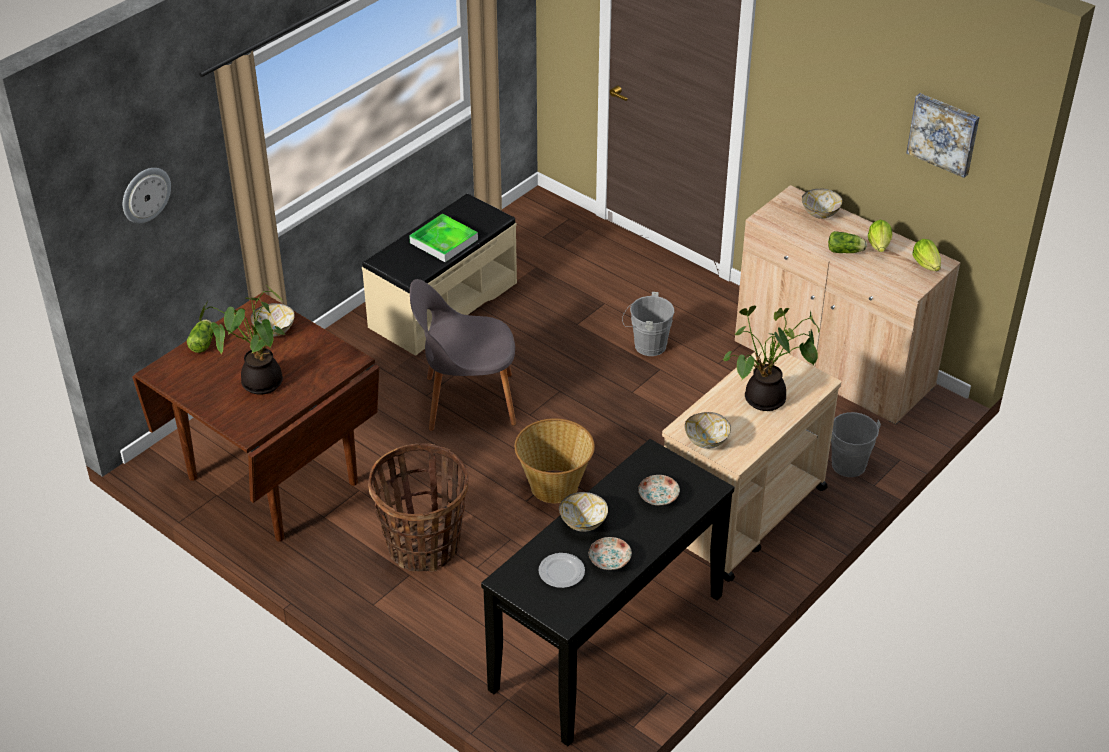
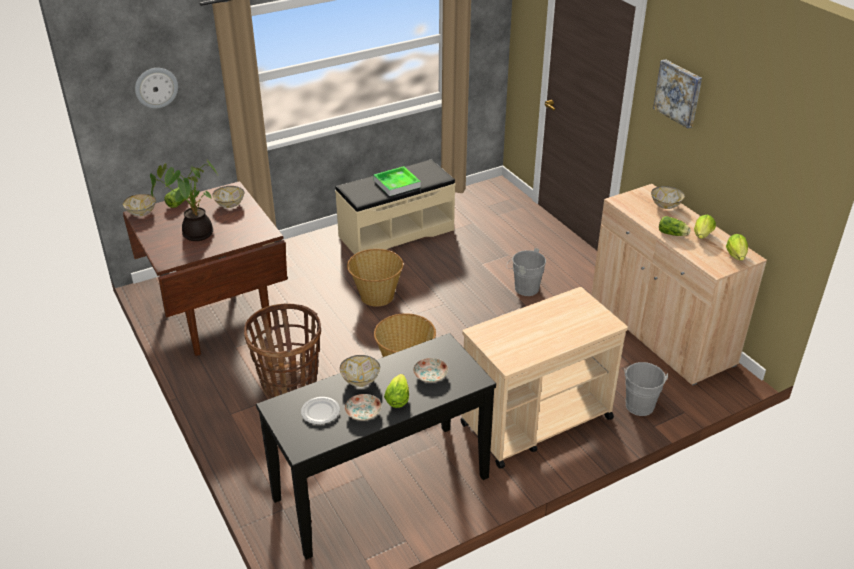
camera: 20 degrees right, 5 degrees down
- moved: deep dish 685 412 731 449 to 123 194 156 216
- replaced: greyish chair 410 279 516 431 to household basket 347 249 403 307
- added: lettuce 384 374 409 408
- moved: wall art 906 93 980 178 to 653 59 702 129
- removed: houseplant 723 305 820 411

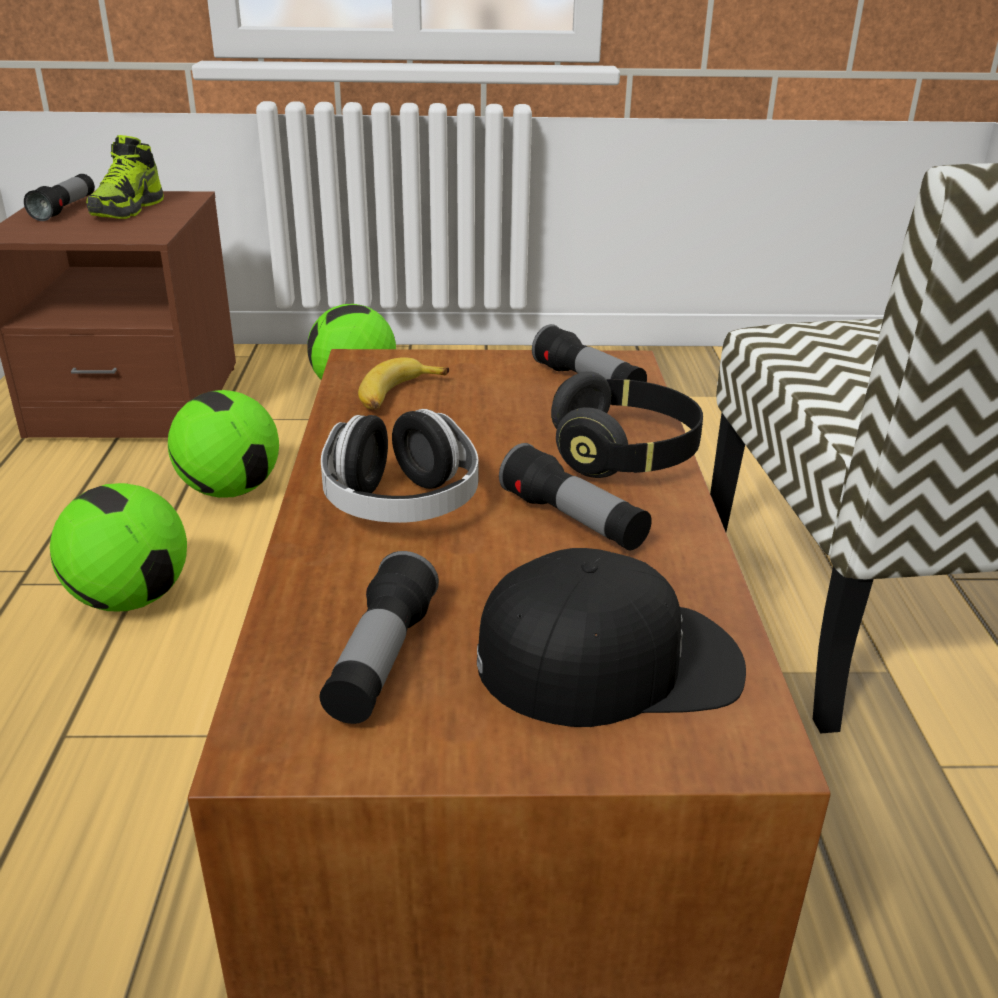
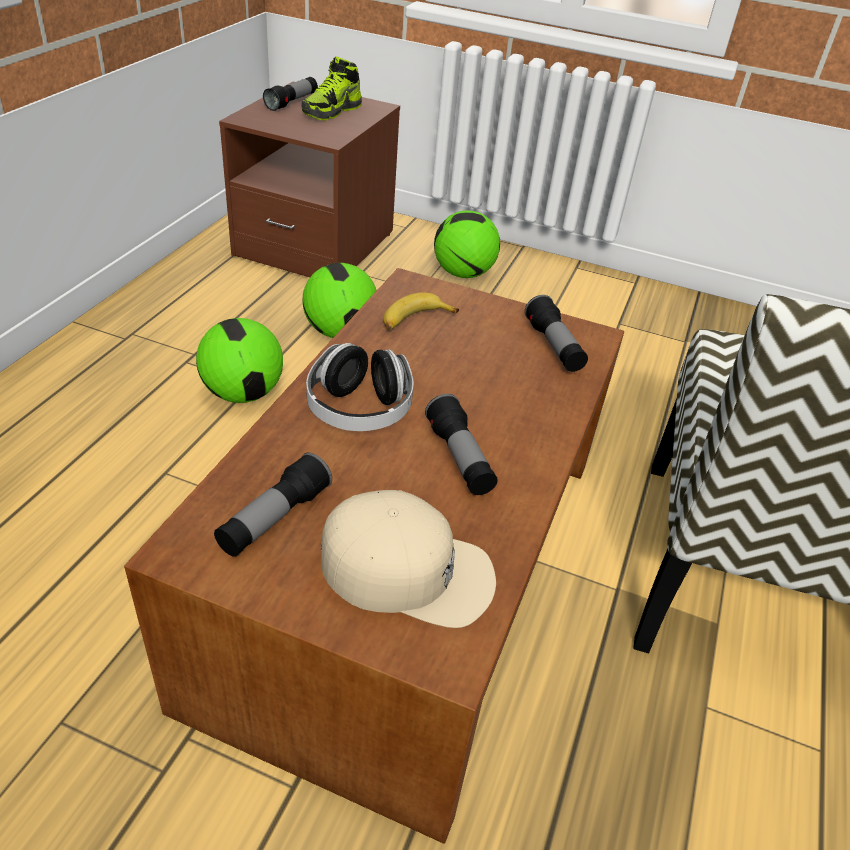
camera: 20 degrees right, 10 degrees up
- recoloured: black baseball cap 477 548 746 727 to beige-coloured baseball cap 321 490 496 628
- removed: black headphones 551 371 703 478

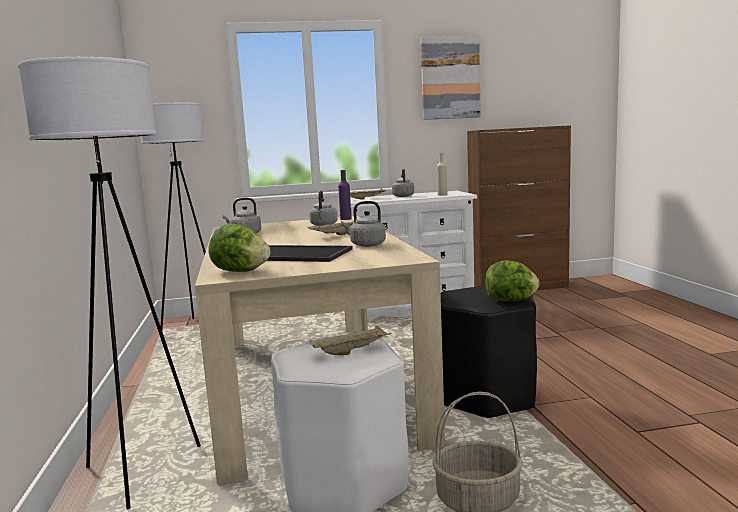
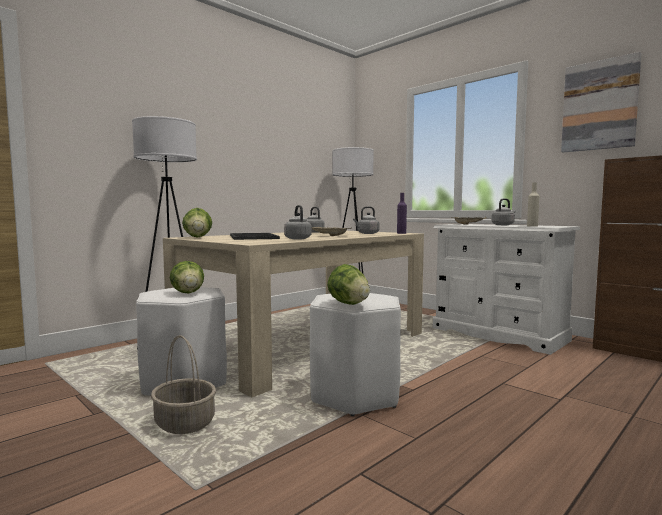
camera: 55 degrees right, 5 degrees down
- replaced: beige-coloured carrying tray 309 325 392 355 to lettuce 170 261 204 293
- recoloured: black stool seat 441 285 537 418 to white-coloured stool seat 310 293 401 416

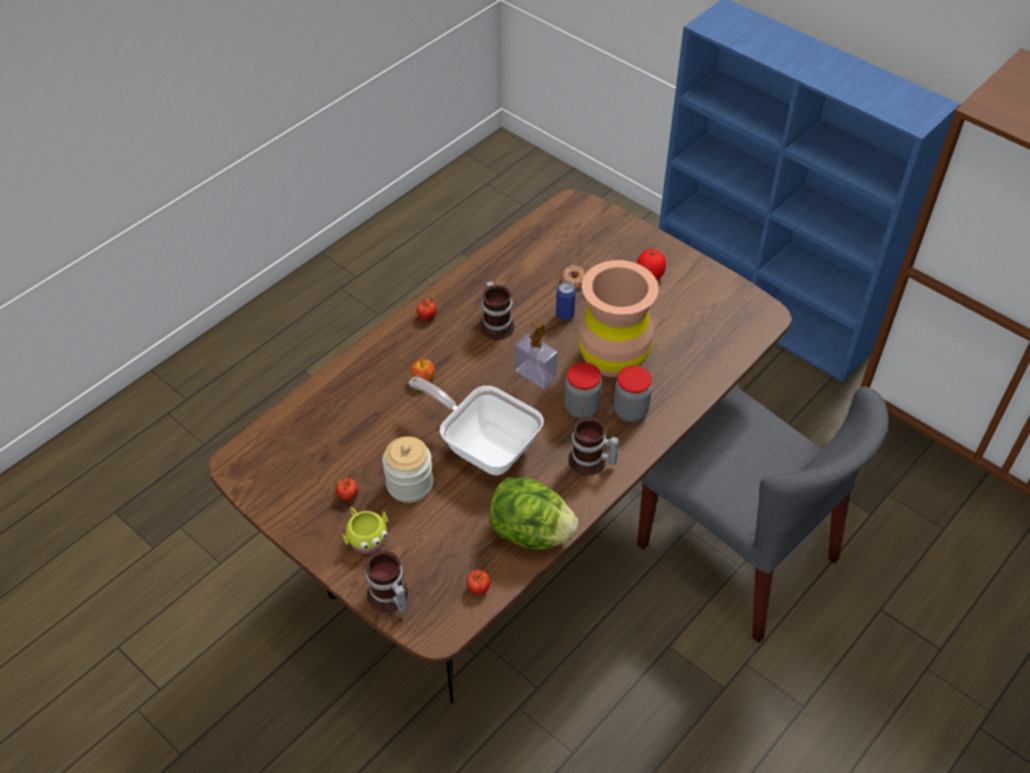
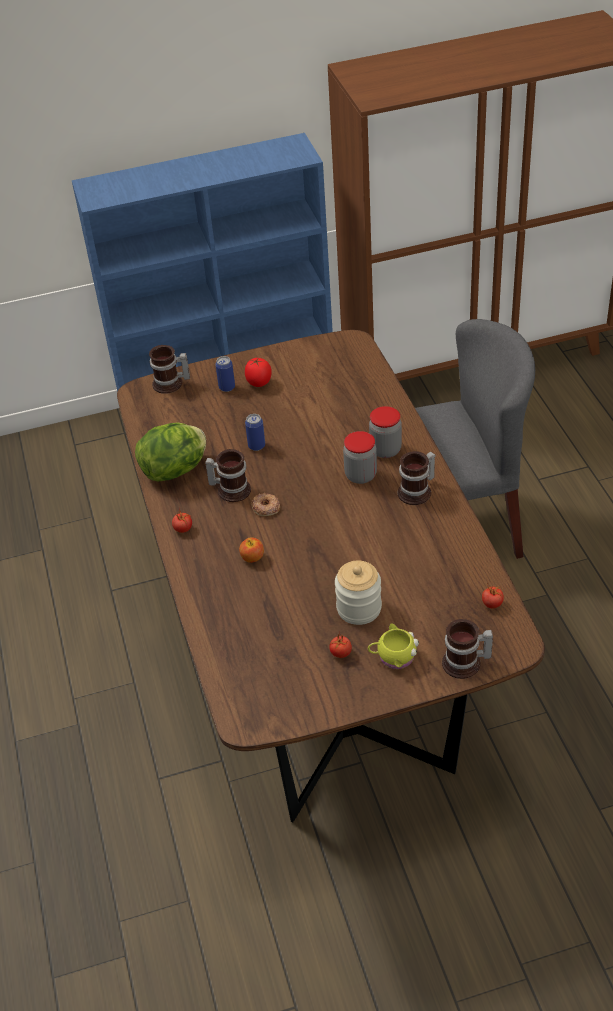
camera: 55 degrees left, 5 degrees down
- moved: lettuce 489 477 578 549 to 135 423 206 481
- added: tea mug 149 345 190 394
- added: can 215 356 235 392
- moved: ring doughnut 560 265 586 290 to 251 493 280 516
- removed: frying pan 409 377 544 475
- removed: liquid soap bottle 515 320 558 389
- removed: brownish vase 578 260 659 378

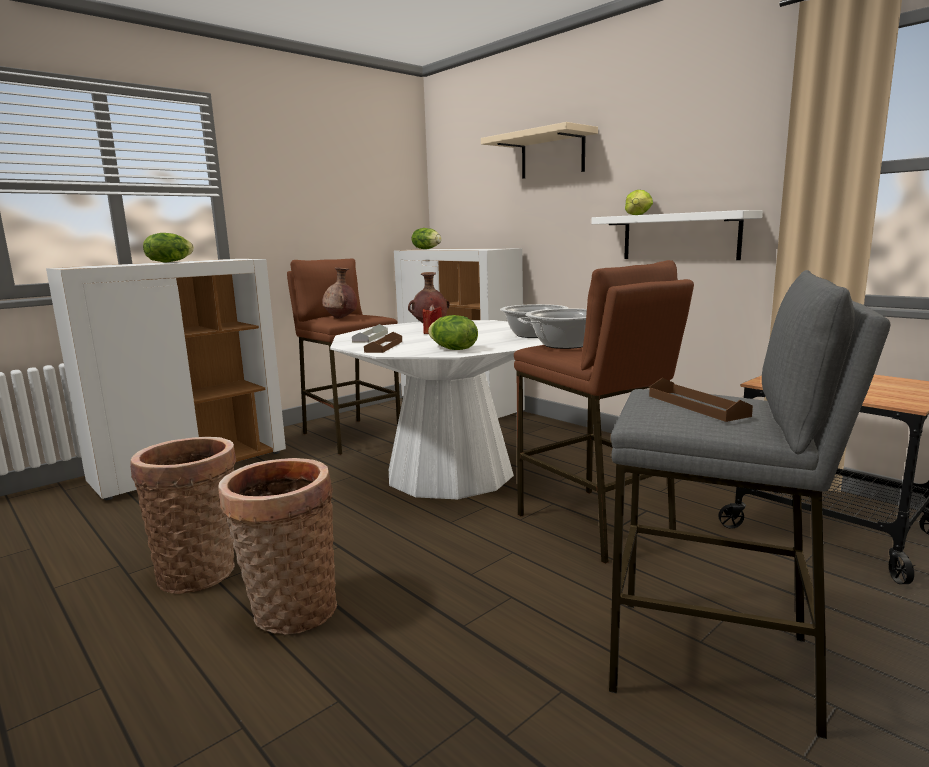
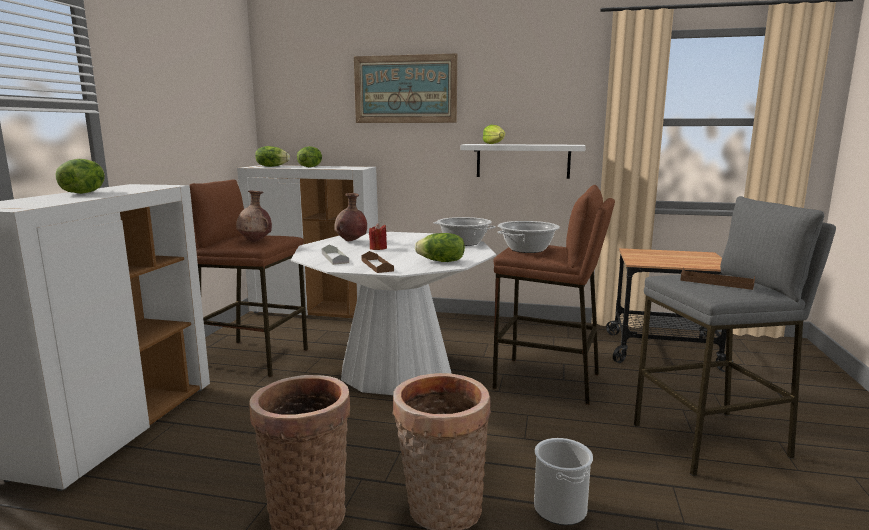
camera: 35 degrees left, 0 degrees up
- added: lettuce 297 146 322 167
- replaced: beige-coloured bracket shelf 481 122 598 179 to wall art 354 53 457 123
- added: water bucket 534 438 593 525

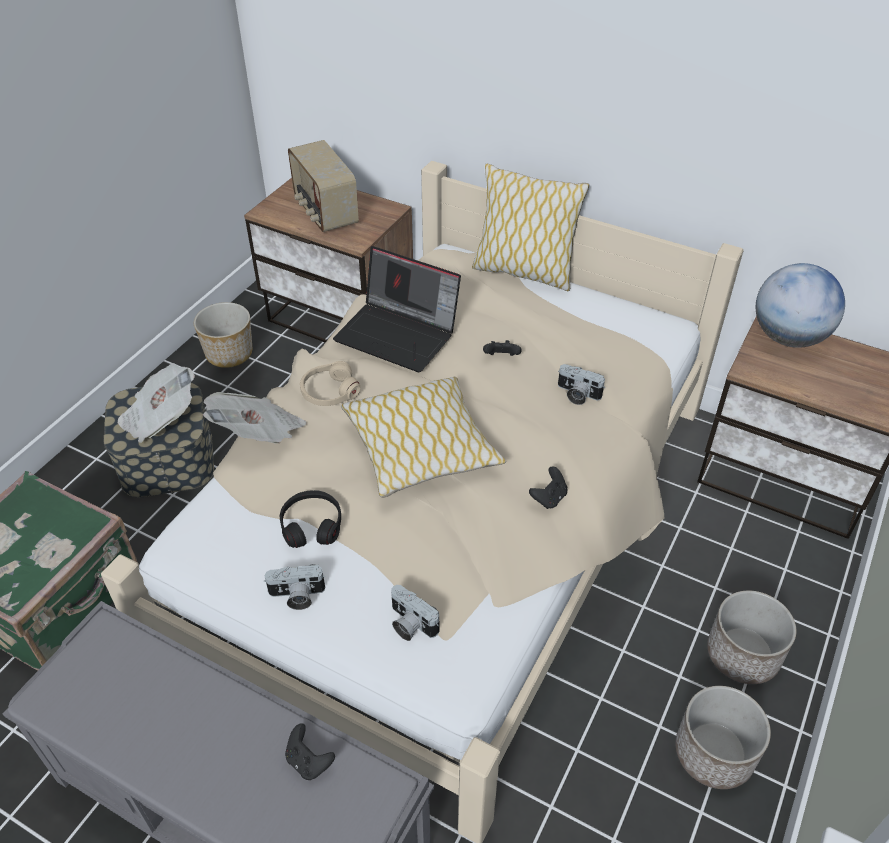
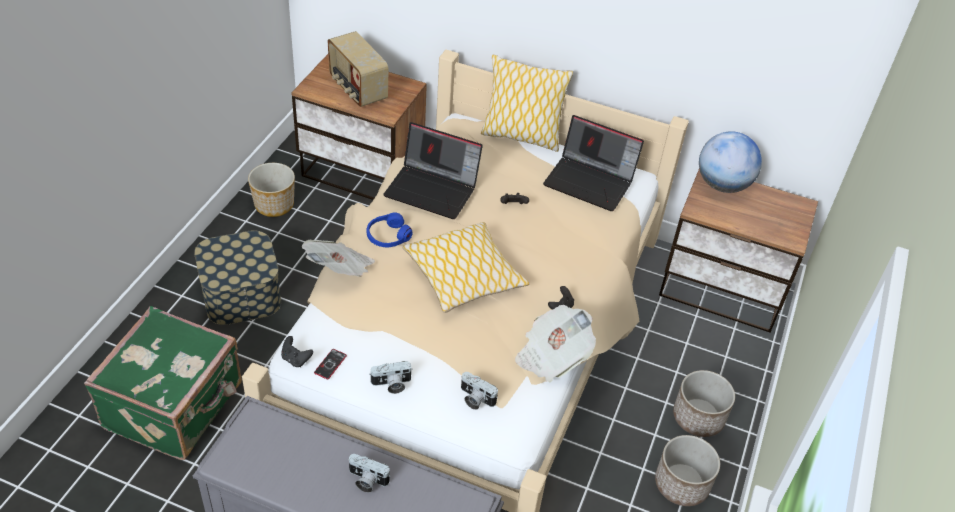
camera: 10 degrees left, 0 degrees up
- moved: black game controller 285 723 335 780 to 281 336 313 367
- added: phone 314 349 347 379
- moved: photo camera 558 364 605 405 to 348 454 391 493
- recoloured: beige-coloured headphones 300 361 360 406 to bluish headphones 367 212 413 247
- moved: newspaper 118 363 195 443 to 515 305 596 382
- added: laptop 543 115 644 211
- removed: black headphones 280 490 341 548

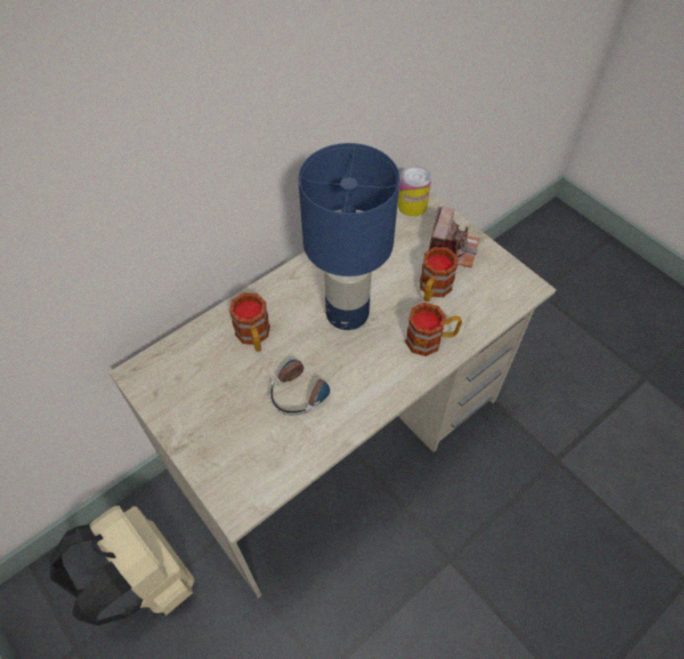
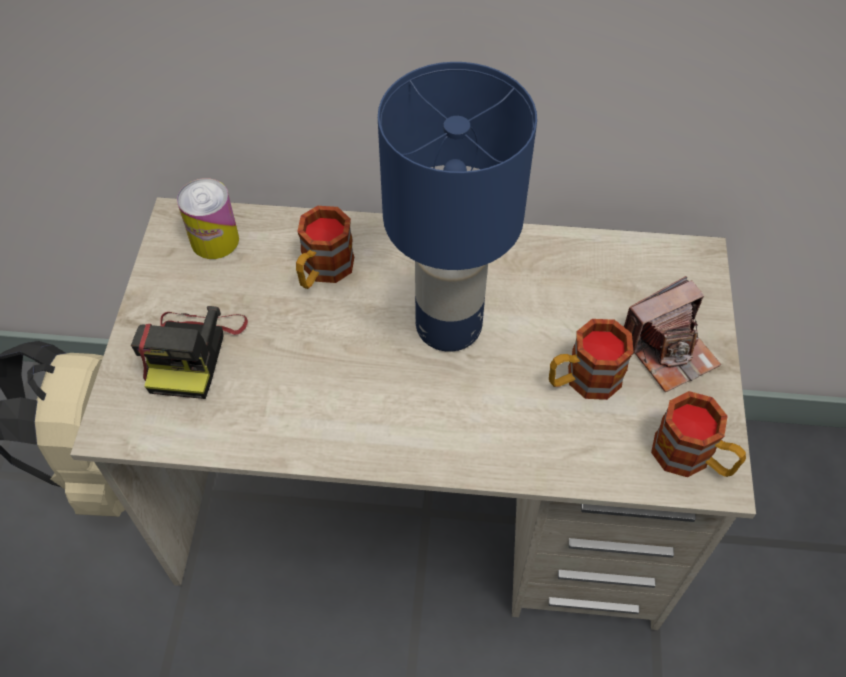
camera: 45 degrees right, 0 degrees up
- added: photo camera 131 306 248 399
- moved: can 398 166 432 216 to 177 178 239 259
- moved: tea mug 405 302 462 356 to 651 391 746 477
- removed: headphones 270 359 337 415

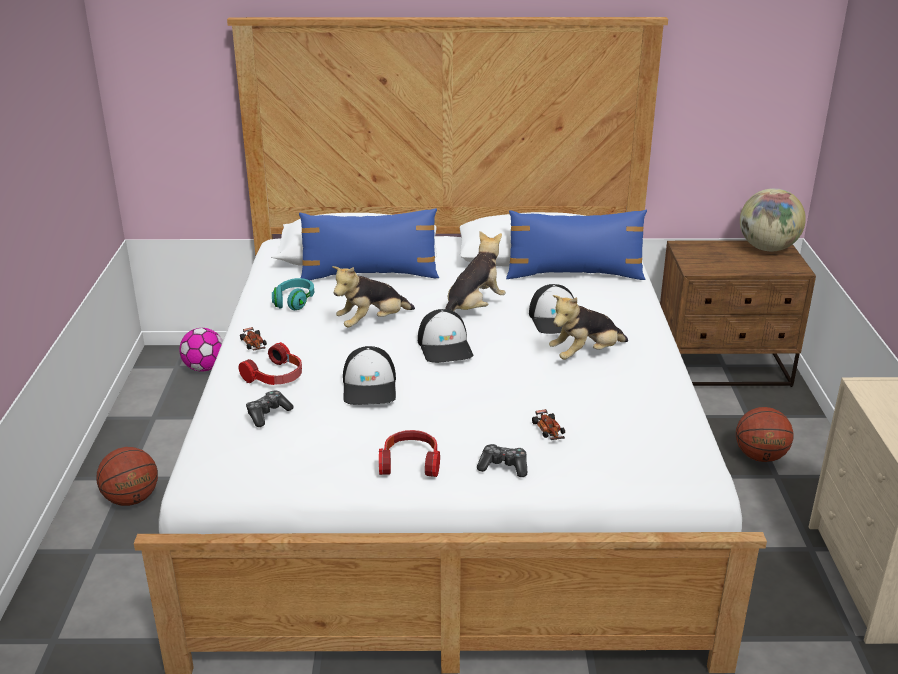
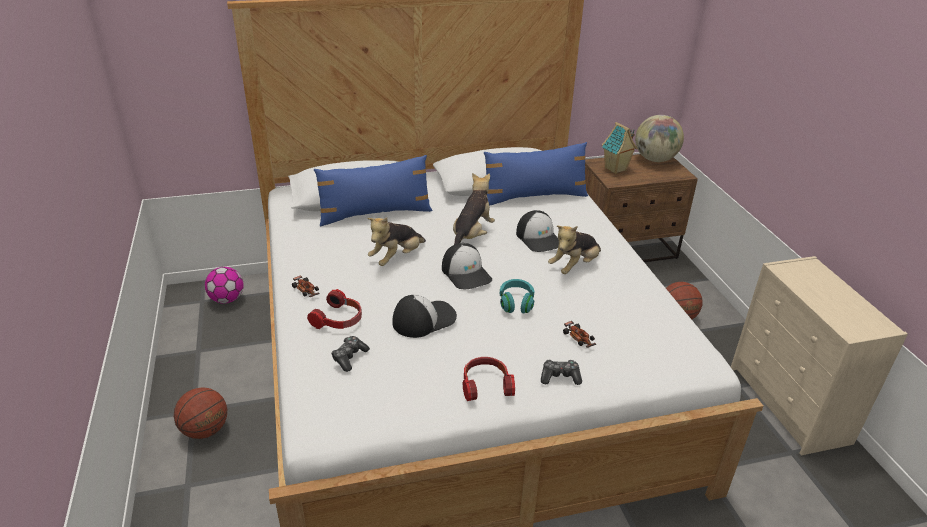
camera: 15 degrees left, 5 degrees up
- turned: baseball cap 343 346 396 405 = 393 295 457 338 105 degrees counterclockwise
- moved: turquoise-coloured headphones 272 278 314 310 to 500 279 535 313
- added: miniature house 602 122 637 174

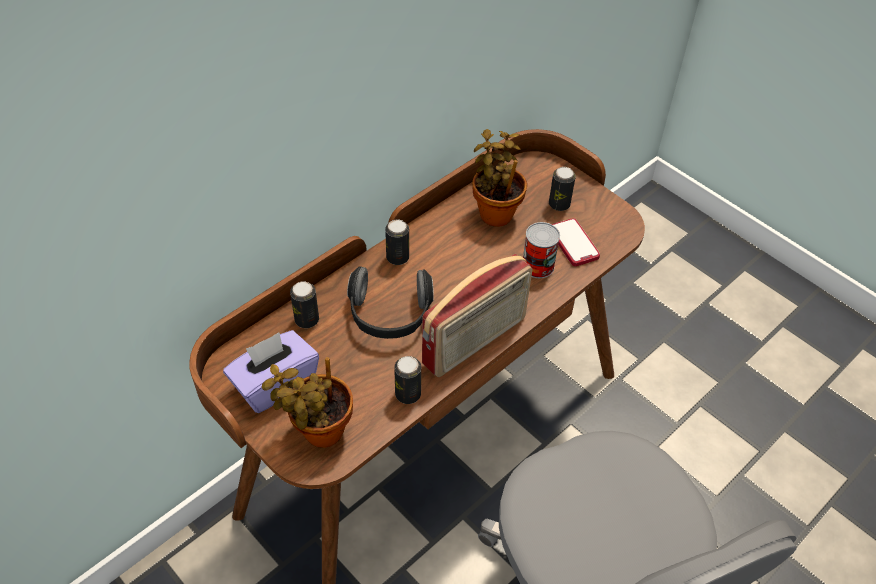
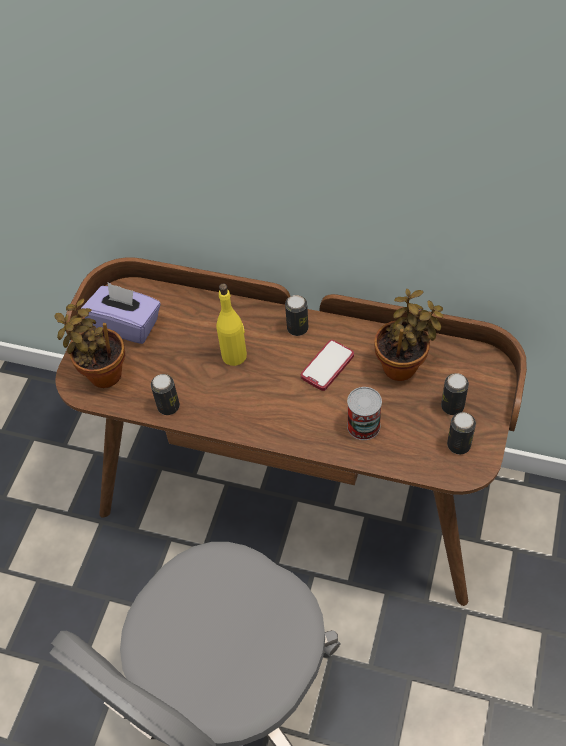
camera: 65 degrees right, 5 degrees up
- replaced: headphones 347 266 434 339 to yellowish beverage bottle 216 284 247 366
- moved: phone 552 218 600 266 to 301 340 354 391
- moved: can 290 281 319 328 to 447 412 476 454
- removed: radio receiver 422 254 532 377

